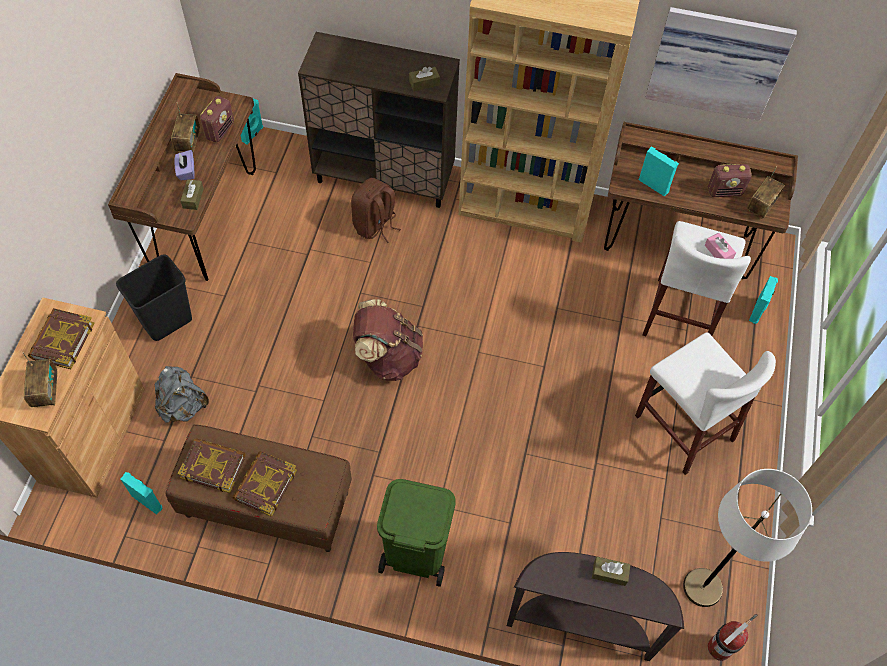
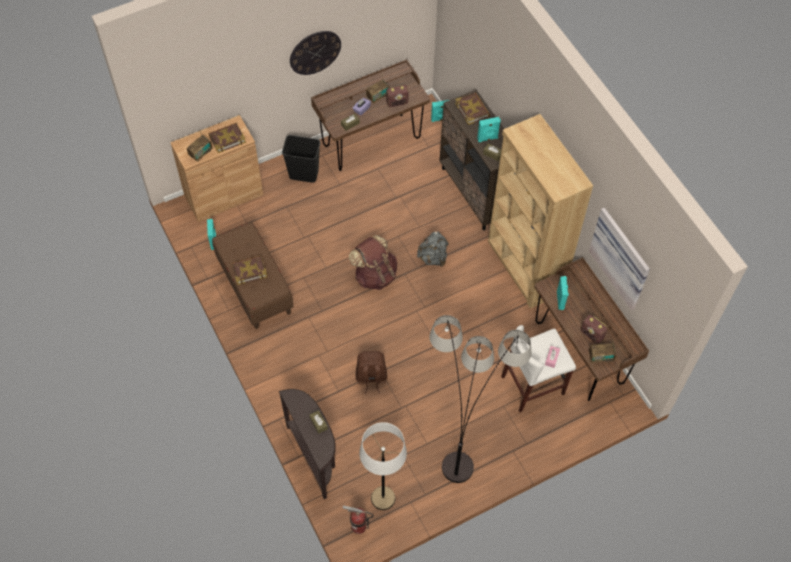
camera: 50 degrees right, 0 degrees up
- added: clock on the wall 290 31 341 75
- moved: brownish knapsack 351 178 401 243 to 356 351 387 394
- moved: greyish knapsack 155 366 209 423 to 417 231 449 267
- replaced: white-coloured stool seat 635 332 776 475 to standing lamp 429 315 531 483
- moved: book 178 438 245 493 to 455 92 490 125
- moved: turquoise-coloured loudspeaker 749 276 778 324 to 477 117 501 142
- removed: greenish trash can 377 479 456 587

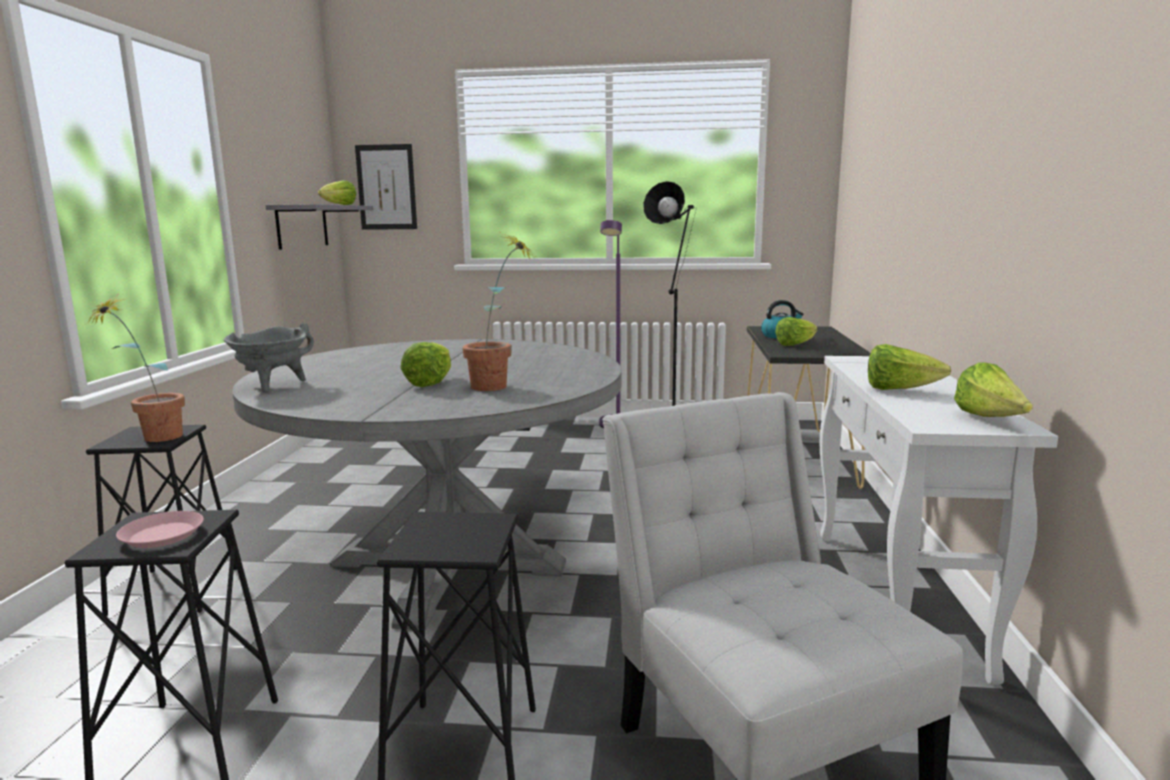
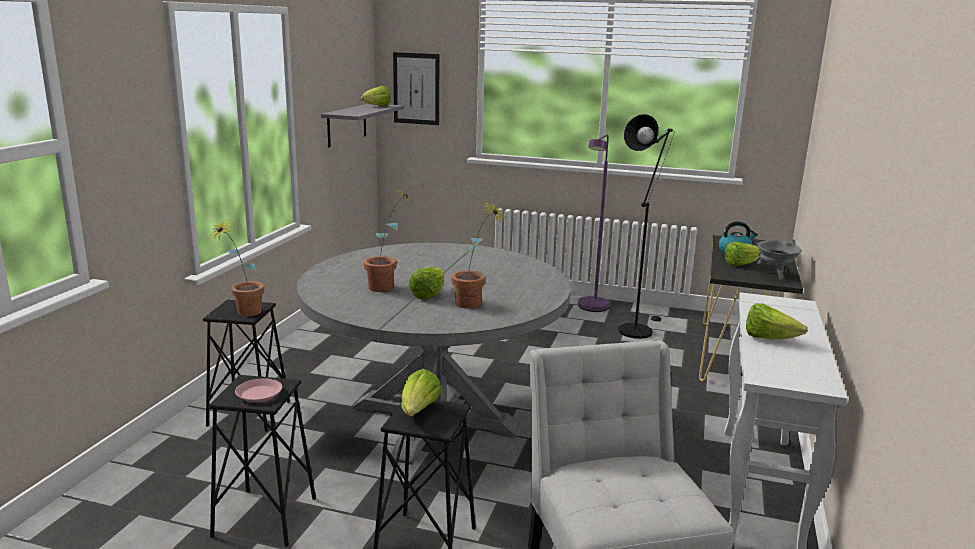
camera: 10 degrees right, 5 degrees up
- added: houseplant 363 189 415 292
- moved: lettuce 954 363 1033 417 to 401 369 441 416
- moved: greyish stockpot 224 323 314 393 to 757 239 802 280

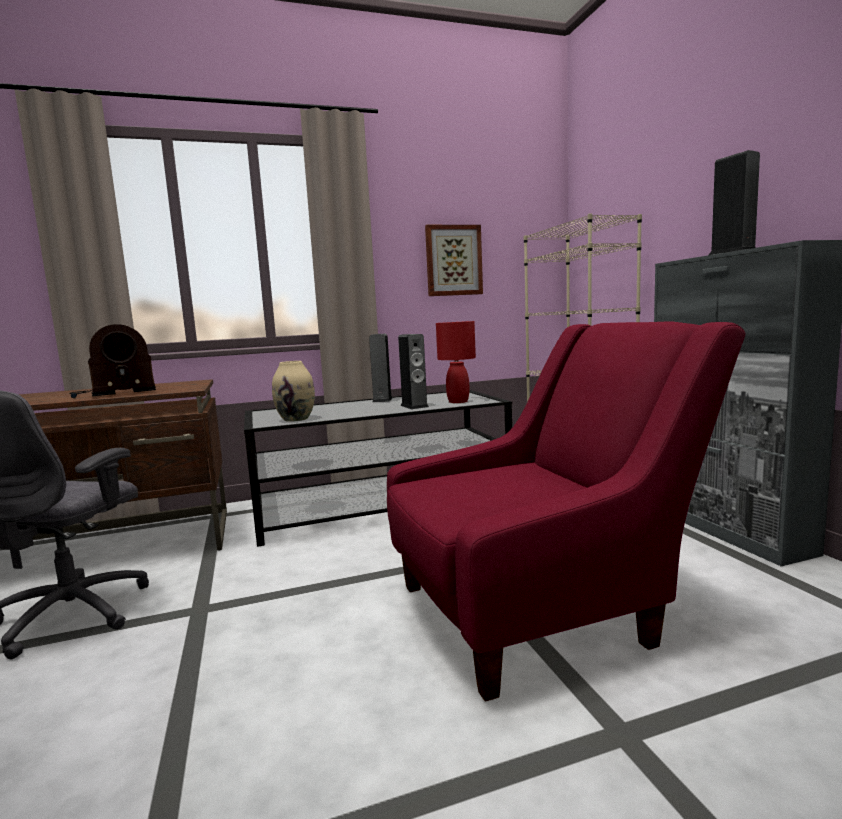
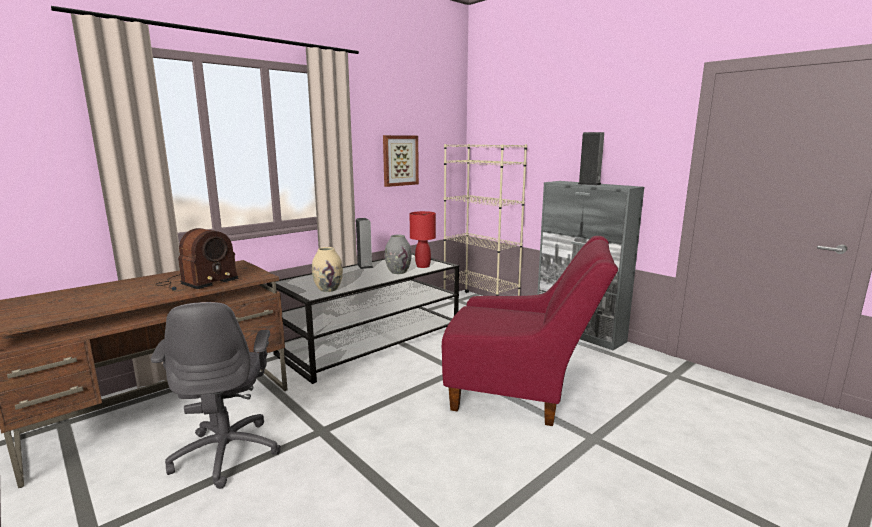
camera: 25 degrees left, 5 degrees up
- replaced: loudspeaker 398 334 429 409 to greyish vase 385 235 412 274
- turned: red-coloured lounge chair 387 322 746 702 = 442 236 618 426 60 degrees clockwise

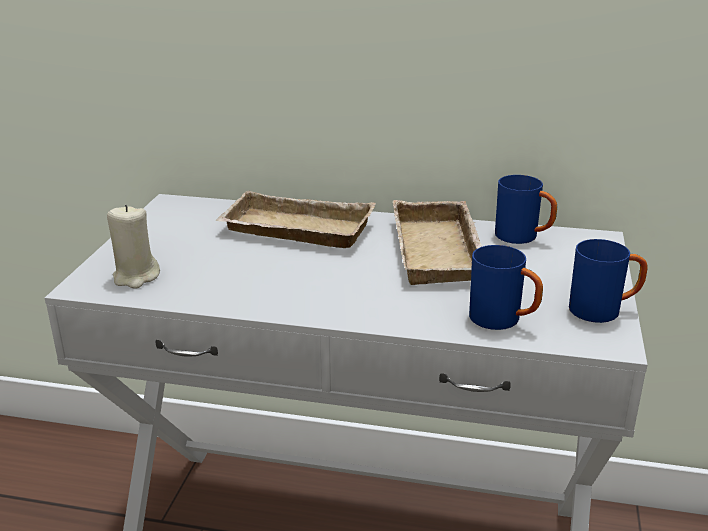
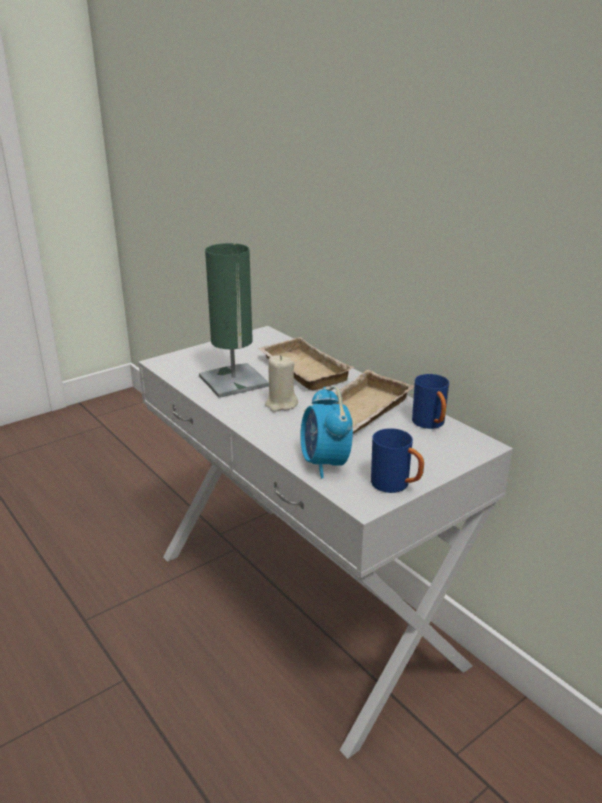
camera: 40 degrees right, 0 degrees up
- added: greenish table lamp 199 243 269 398
- moved: beige-coloured candle 107 205 160 289 to 265 355 298 412
- replaced: bluish tea mug 469 245 543 330 to table clock 300 387 353 478

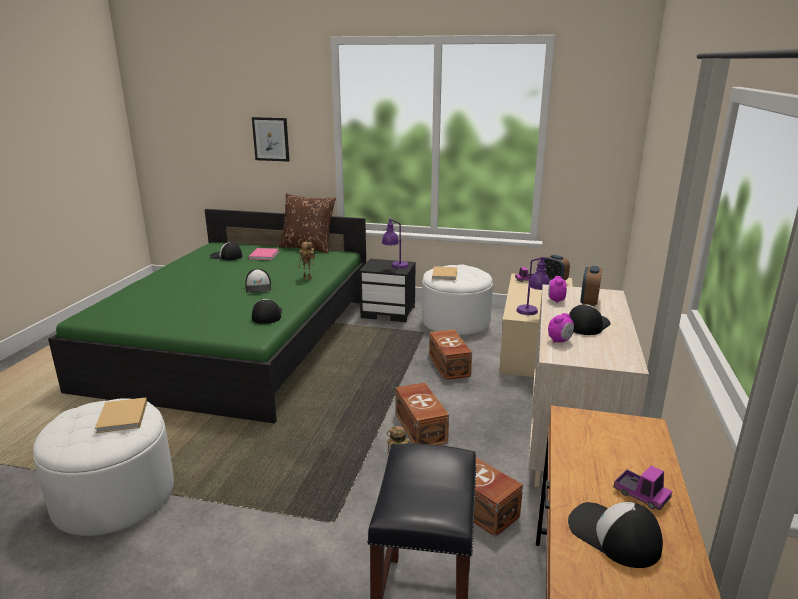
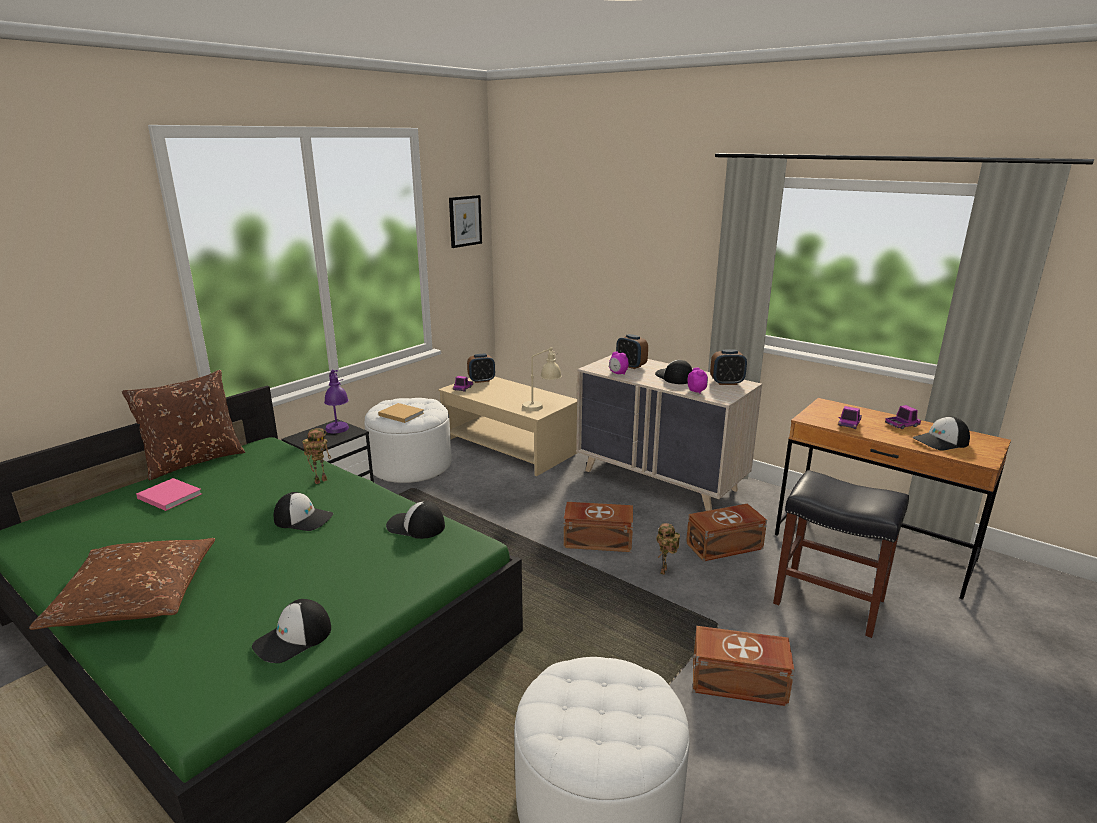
camera: 65 degrees left, 0 degrees up
- added: brownish cushion 29 538 215 630
- moved: baseball cap 210 242 242 260 to 252 599 331 663
- moved: wall art 252 117 289 162 to 449 195 482 248
- recoloured: purple-coloured table lamp 516 257 551 315 to beige-coloured table lamp 522 347 562 411
- moved: brownish storage container 429 329 472 380 to 693 626 795 706
- added: table clock 710 349 747 385
- added: toy lorry 838 406 862 429
- removed: beige-coloured book 95 397 147 433

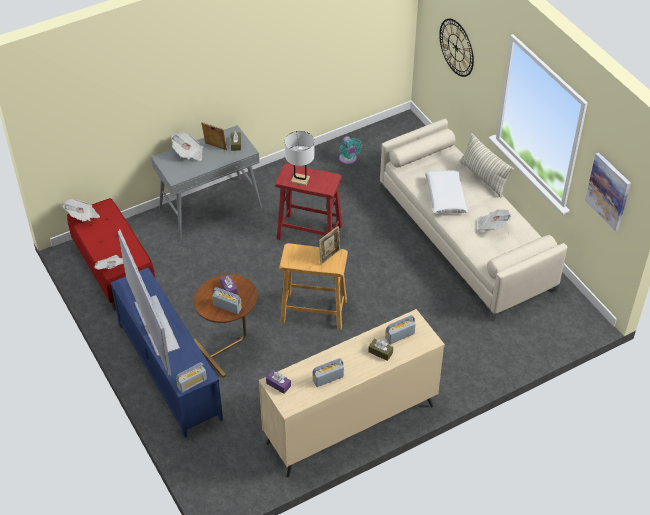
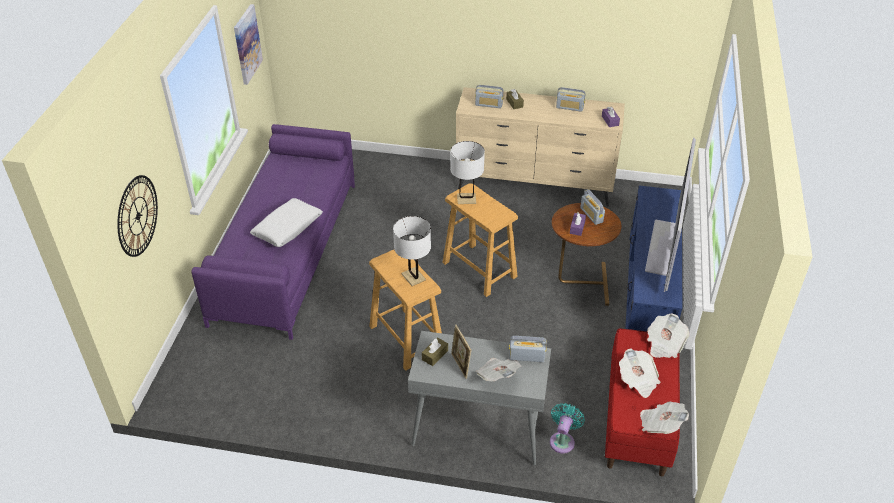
camera: 140 degrees left, 5 degrees down
- recoloured: beige-coloured settee 379 119 567 322 to purple-coloured settee 191 124 355 340
- recoloured: red-coloured stool seat 275 163 342 240 to beige-coloured stool seat 369 250 442 371
- replaced: standing frame 319 226 340 265 to white-coloured table lamp 450 141 485 204
- moved: radio receiver 176 362 207 393 to 509 336 547 362
- moved: turquoise-coloured cooling fan 339 136 362 164 to 550 403 585 454
- moved: newspaper 477 210 511 231 to 619 348 660 398
- removed: cushion 460 133 514 198

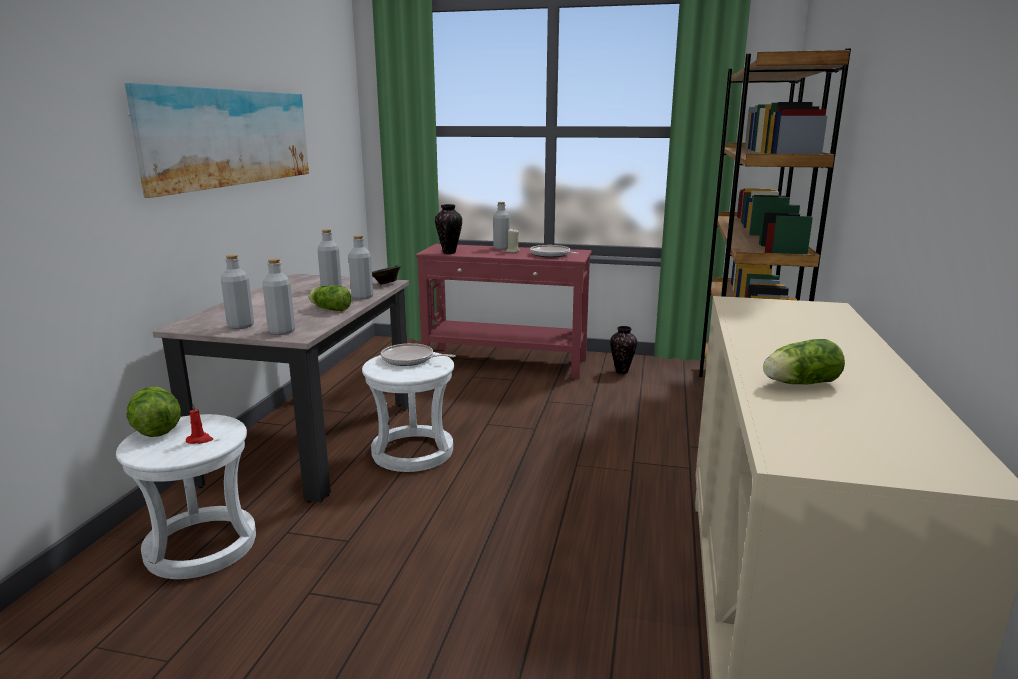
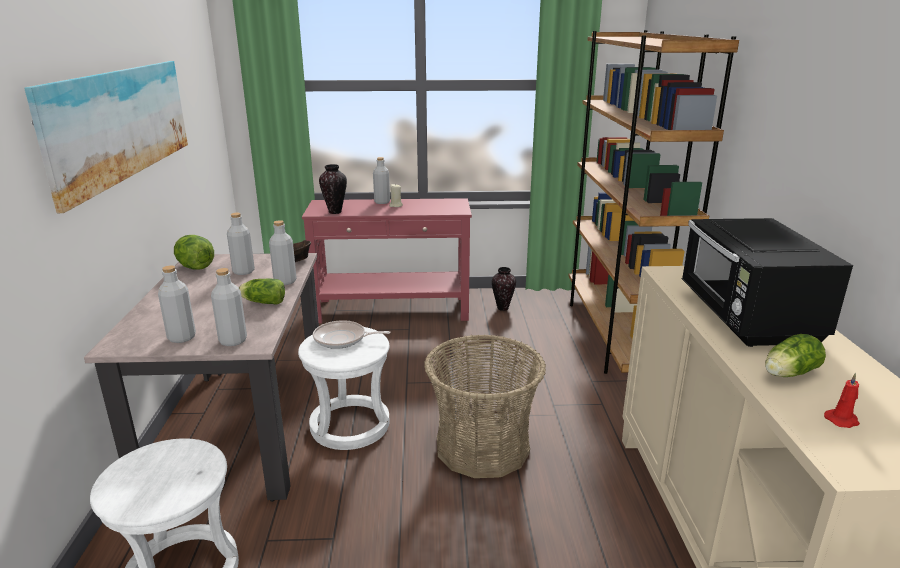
camera: 15 degrees left, 5 degrees up
- moved: lettuce 126 387 181 437 to 174 235 214 270
- added: household basket 424 334 546 478
- added: black kitchen microwave 681 218 853 347
- moved: red-coloured candle 186 403 213 444 to 824 373 860 428
- removed: frying pan 530 245 579 257

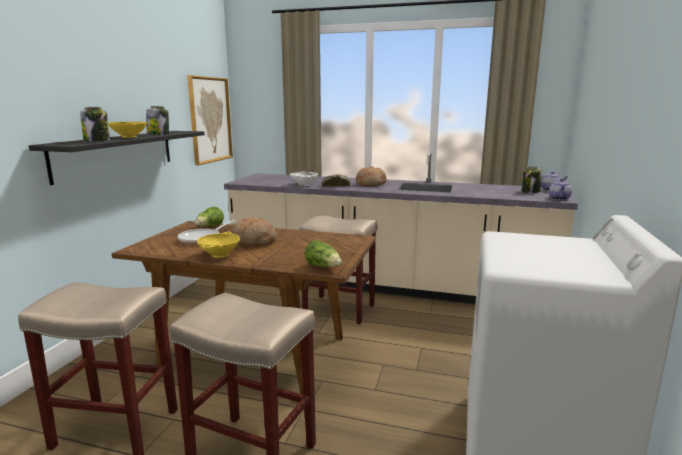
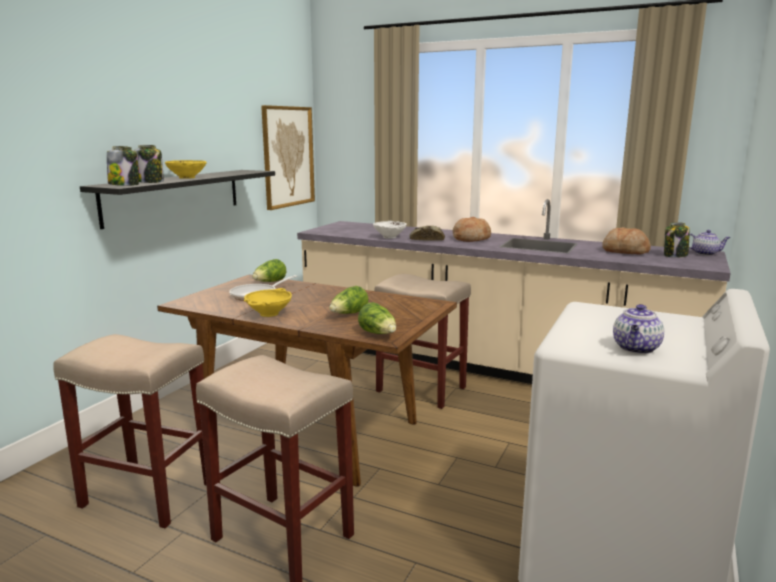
camera: 10 degrees right, 0 degrees up
- moved: preserve jar 146 106 169 135 to 107 146 139 186
- added: lettuce 329 286 368 314
- moved: bread 232 217 277 246 to 602 227 651 255
- moved: tea pot 549 179 572 200 to 613 304 664 354

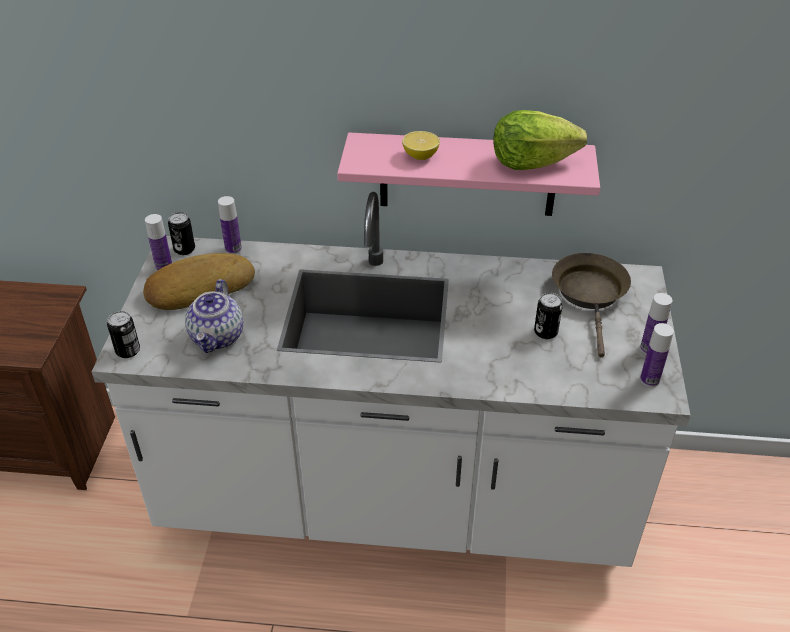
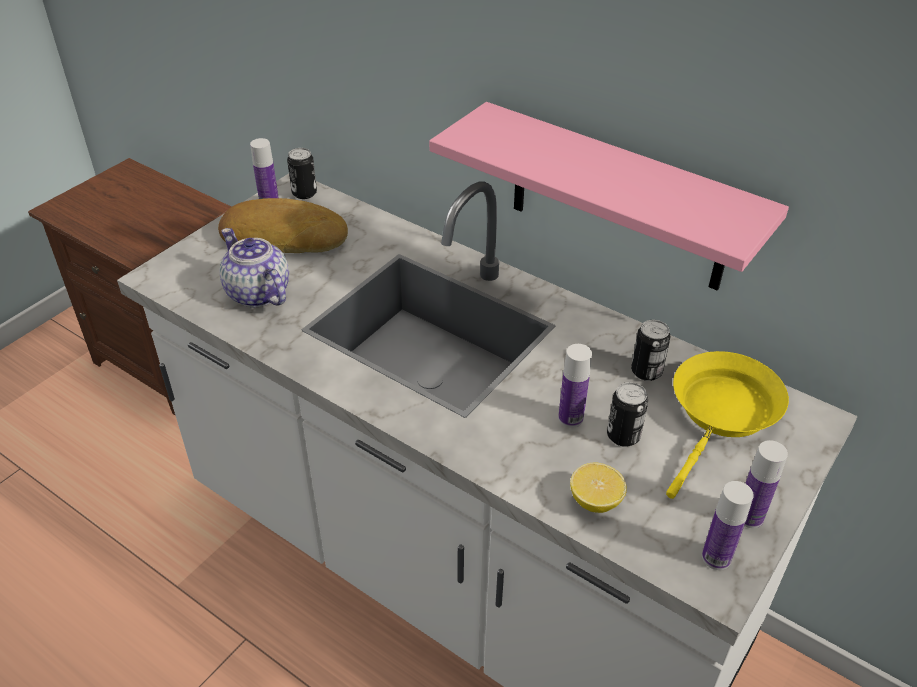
camera: 30 degrees right, 0 degrees up
- turned: tea pot 185 279 243 353 = 220 228 289 307 105 degrees clockwise
- moved: beverage bottle 218 196 242 254 to 558 344 592 428
- moved: citrus fruit 402 131 440 160 to 570 463 627 513
- moved: can 107 311 140 358 to 631 320 670 381
- recoloured: brownish frying pan 552 253 631 357 to yellowish frying pan 666 351 789 499
- removed: lettuce 493 110 587 170

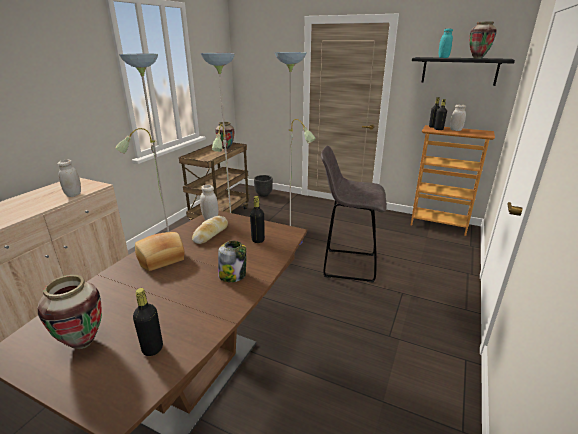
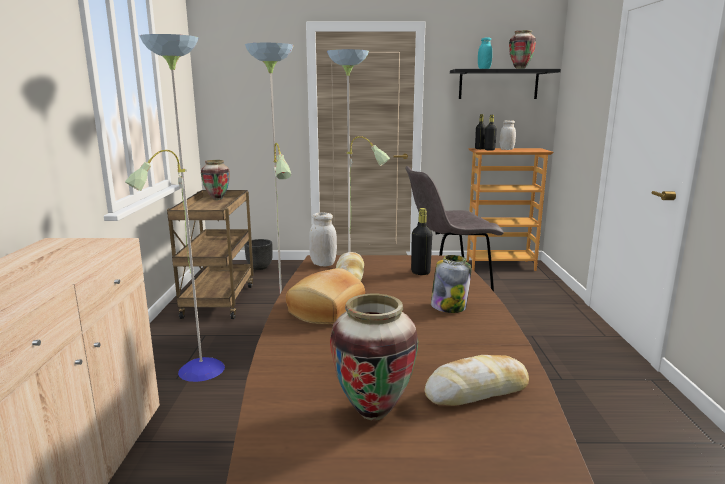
camera: 25 degrees left, 10 degrees down
- replaced: black beverage bottle 133 288 163 356 to bread 424 355 529 406
- removed: white-coloured preserve jar 57 159 81 197

